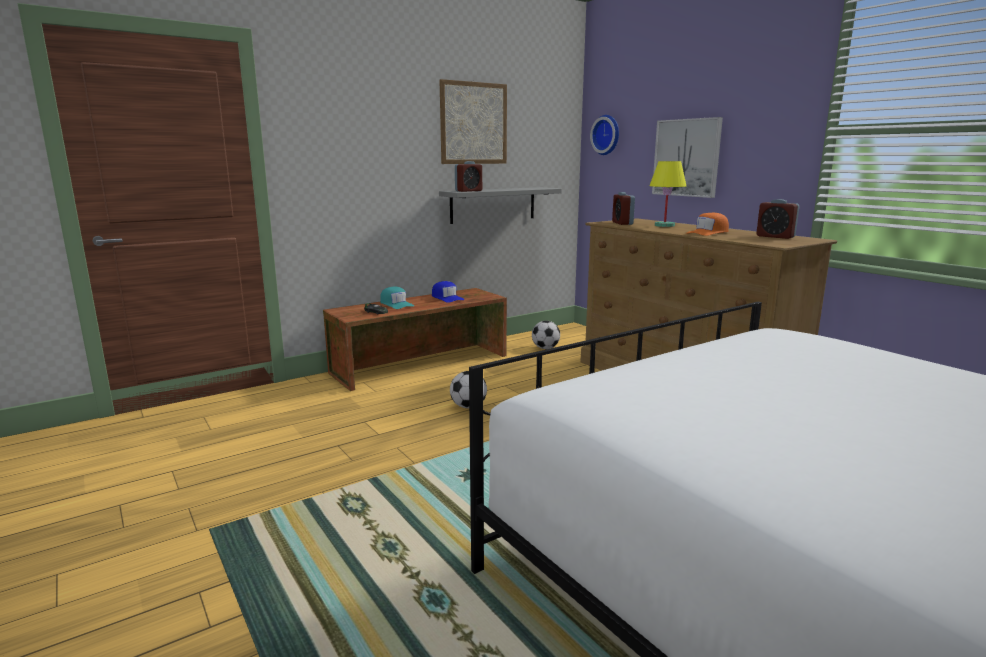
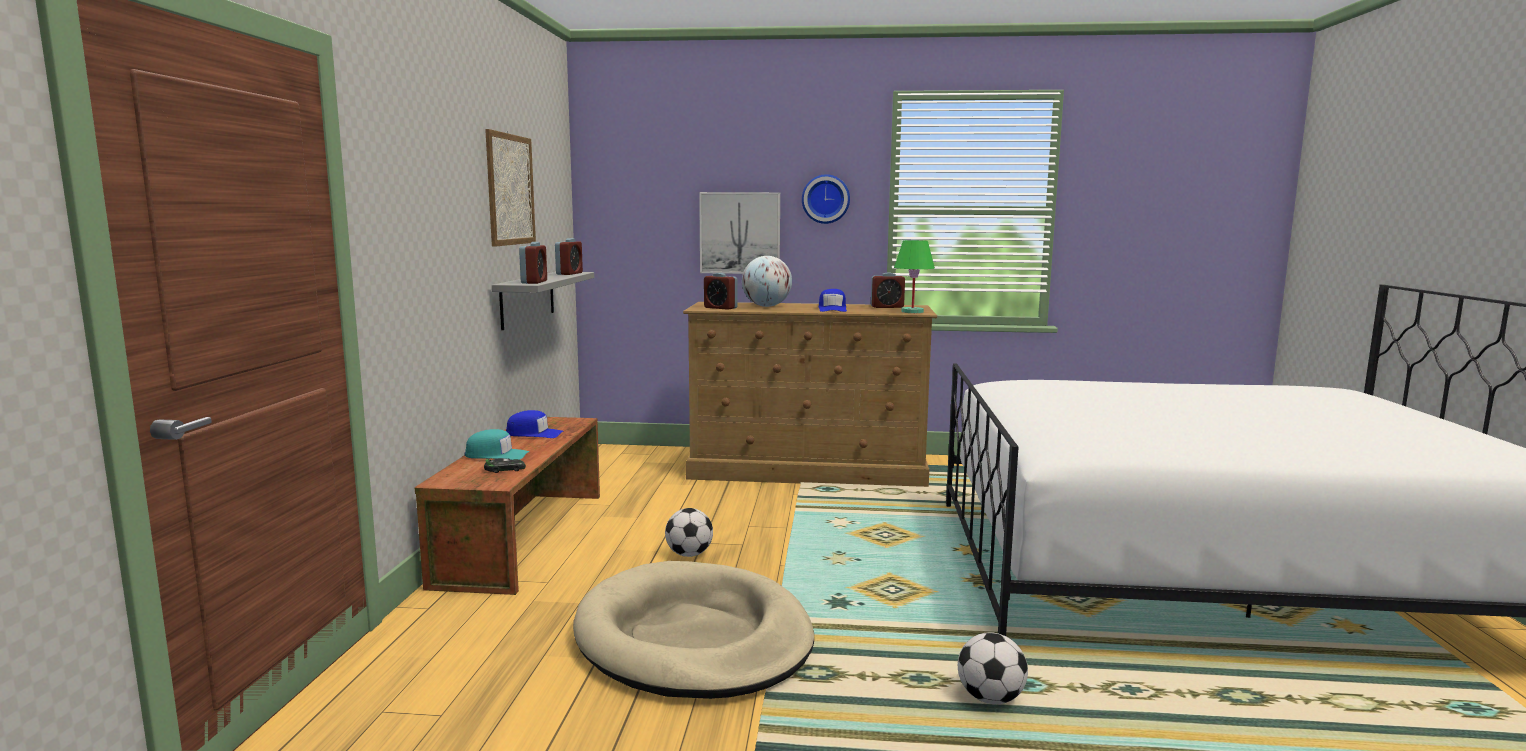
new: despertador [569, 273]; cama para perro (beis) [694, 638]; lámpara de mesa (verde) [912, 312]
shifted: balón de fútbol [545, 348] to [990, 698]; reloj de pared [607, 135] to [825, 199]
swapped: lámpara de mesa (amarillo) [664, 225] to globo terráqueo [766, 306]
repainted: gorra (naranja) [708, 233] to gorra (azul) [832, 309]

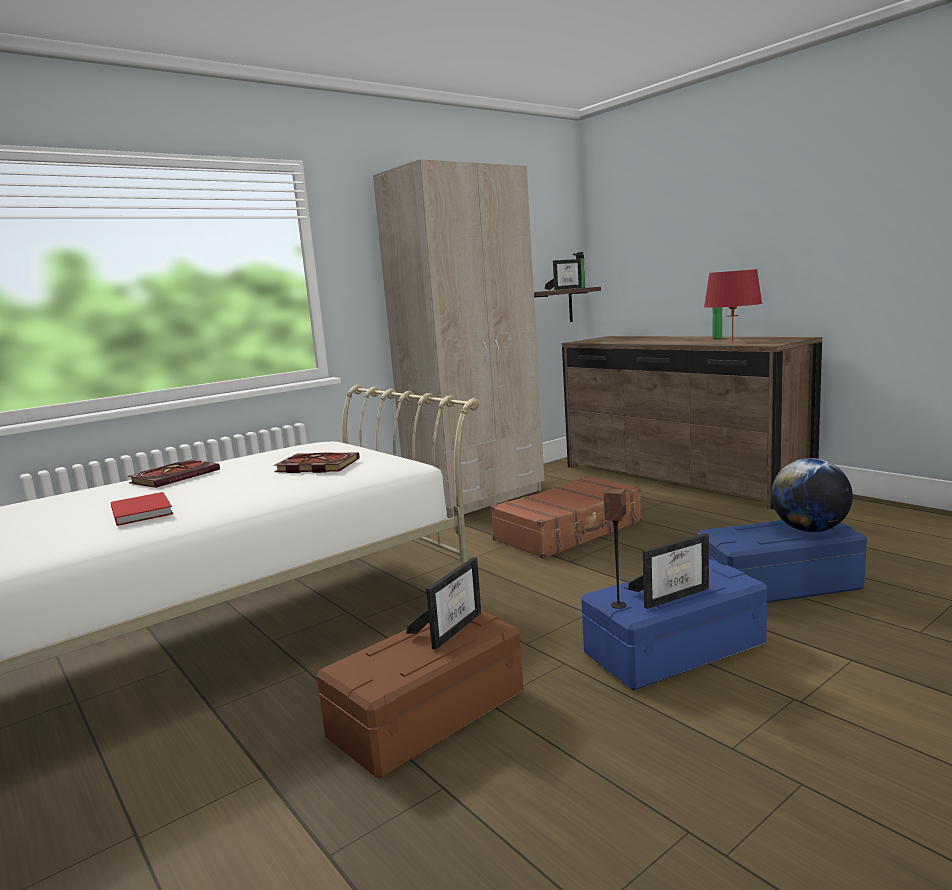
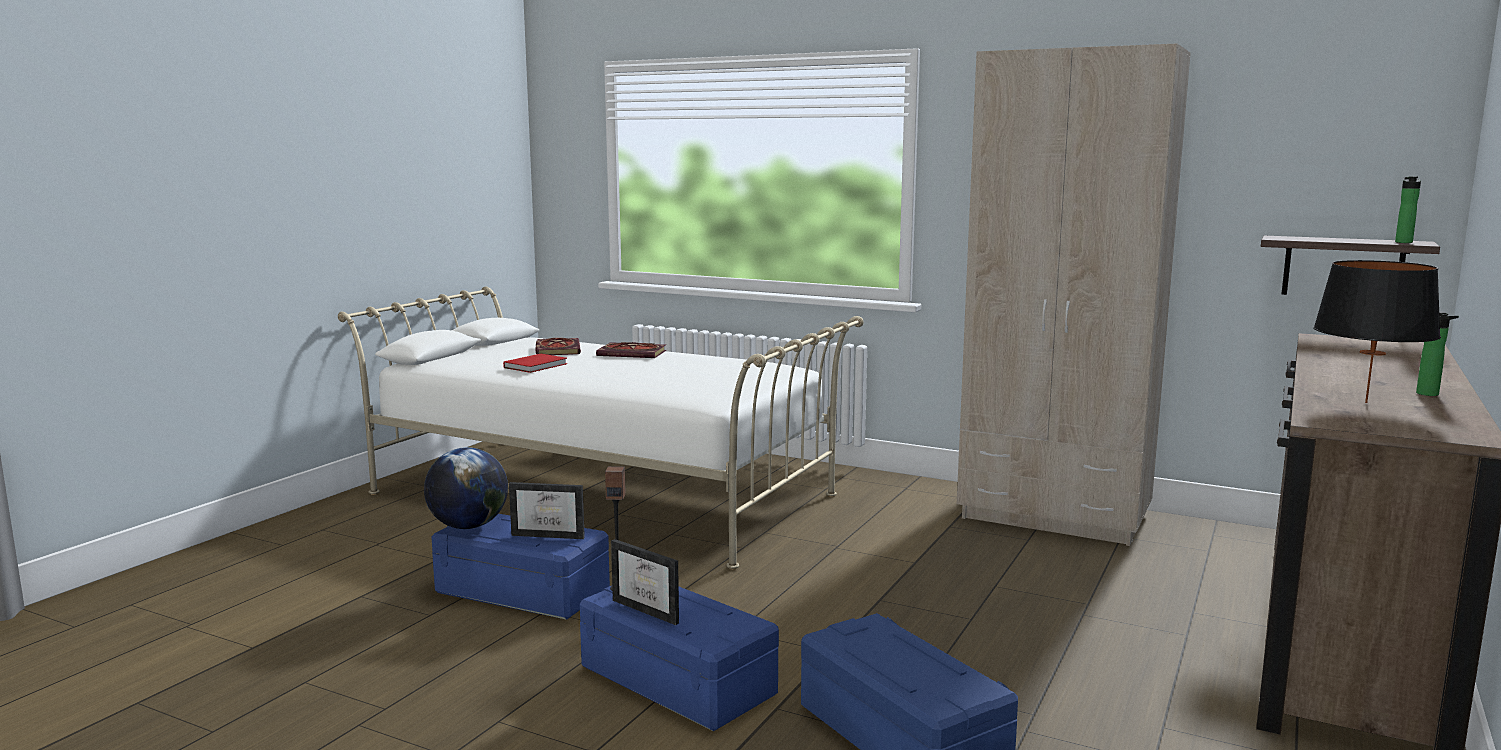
gone: maleta (marrón) [569, 531]; portarretratos [565, 289]
shifted: libro [315, 466] to [557, 350]; globo terráqueo [810, 530] to [468, 526]
repainted: caja de almacenaje (marrón) [428, 713] to caja de almacenaje (azul) [524, 591]; lámpara de mesa (rojo) [732, 341] to lámpara de mesa (negro) [1365, 402]

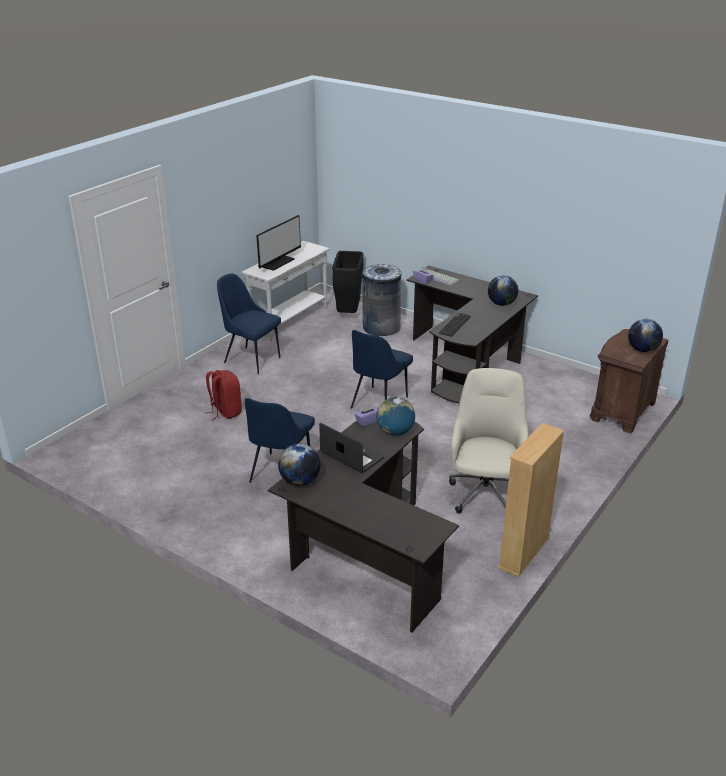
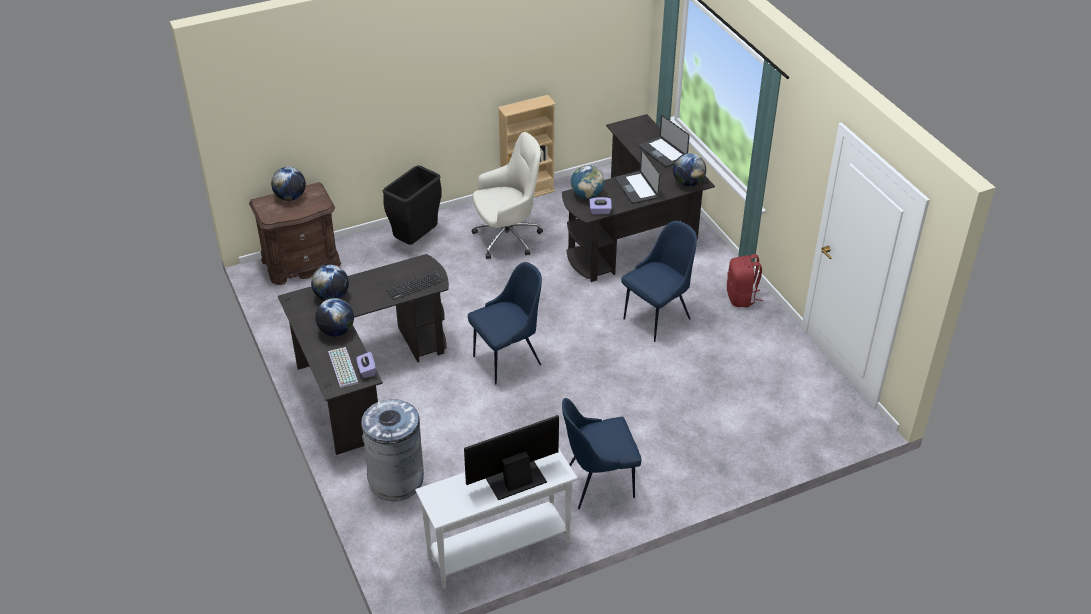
new: globo terráqueo [336, 331]; portátil [663, 153]
shifted: mochila (rojo) [225, 412] to [741, 298]; papelera (negro) [349, 313] to [415, 239]
rotated: silla (azul) [251, 360] = [598, 485] 105 degrees clockwise; silla de oficina (beis) [485, 494] = [507, 239] 150 degrees counterclockwise

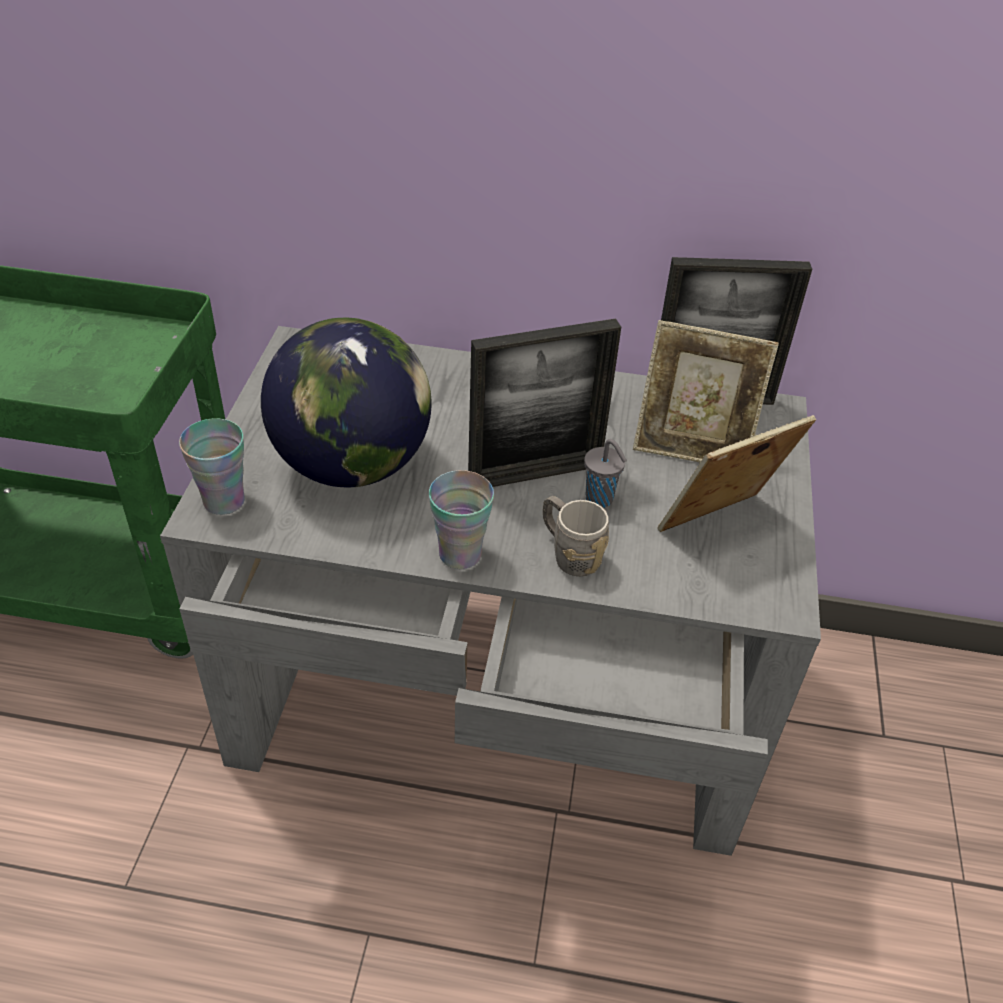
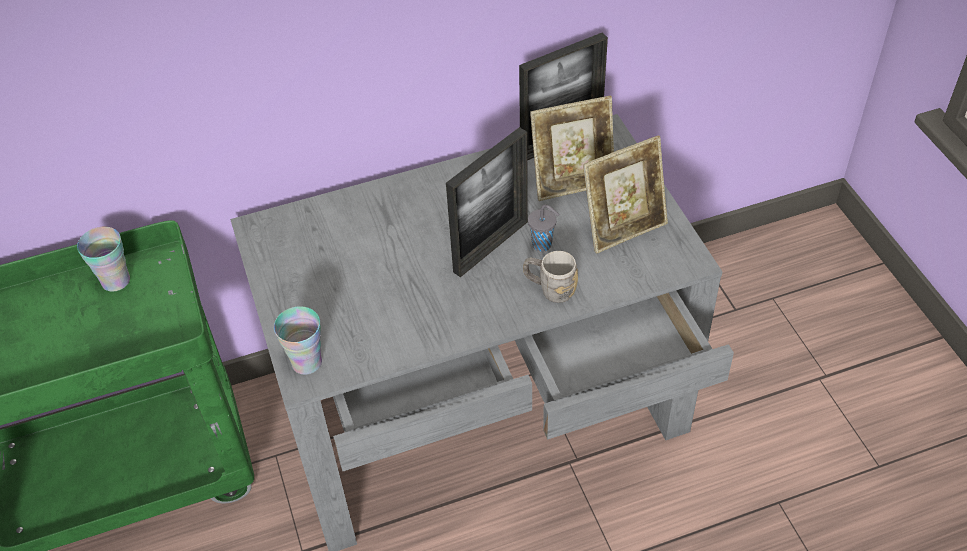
gone: globo terráqueo [351, 465]
shifted: taza [460, 554] to [116, 281]
rotated: portarretratos [719, 526] = [624, 228] 150 degrees counterclockwise

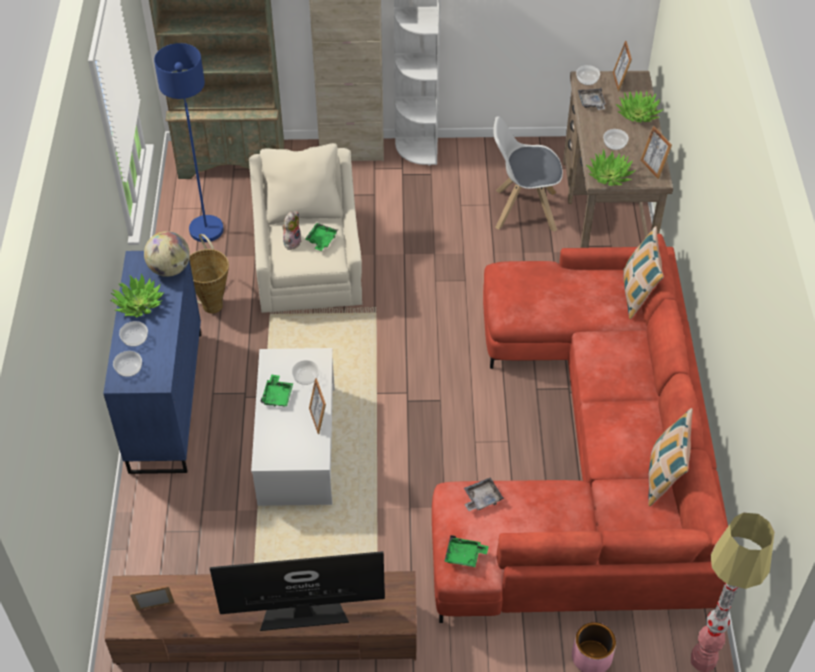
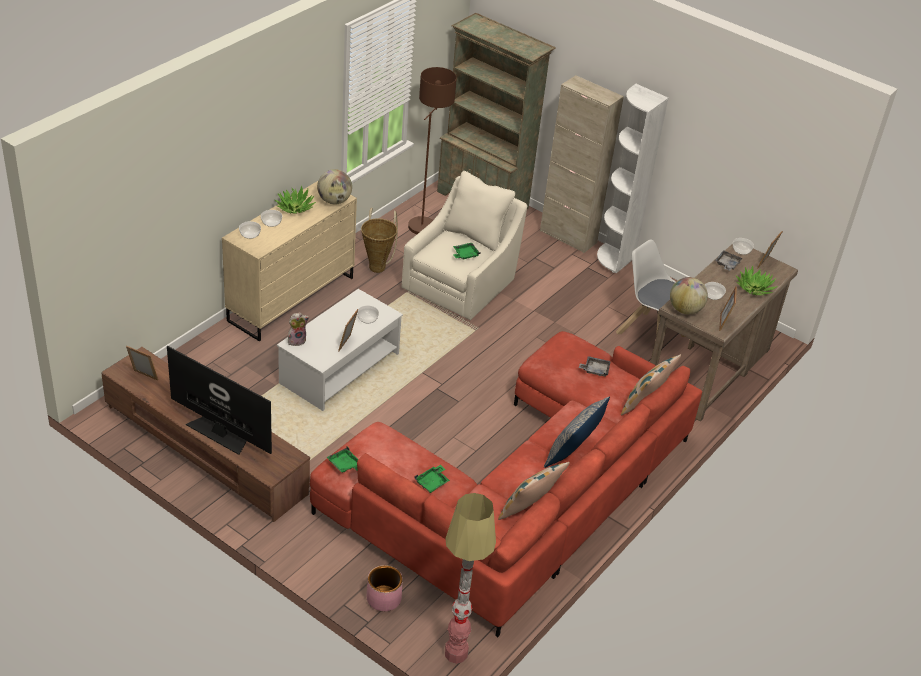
new: cojín [572, 454]
shifted: bandeja (verde) [277, 395] to [432, 482]; peluche [292, 241] to [297, 340]; bandeja (gris) [482, 498] to [595, 370]
swapped: planta en maceta [609, 176] to globo terráqueo [685, 310]
repainted: cómoda (azul) [165, 401] to cómoda (beis) [290, 298]; lámpara de pie (azul) [204, 222] to lámpara de pie (marrón) [425, 223]

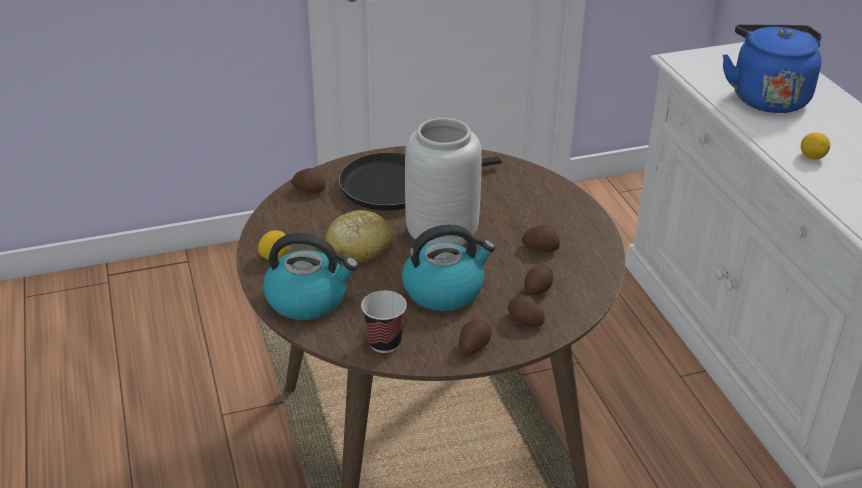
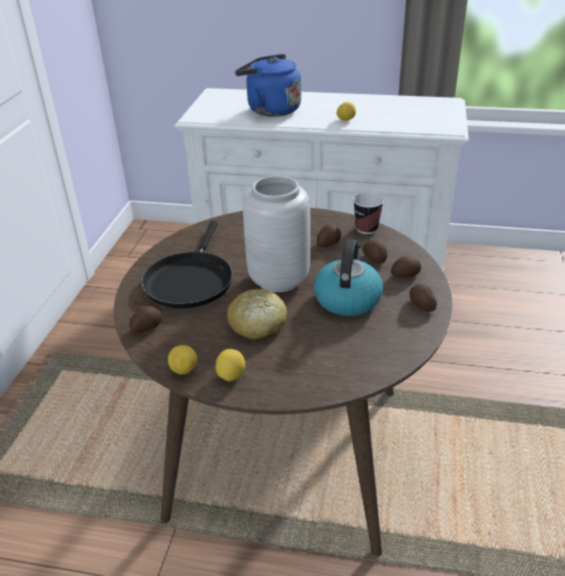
gone: hervidor [308, 299]
new: limón [184, 370]
shifted: taza [384, 343] to [366, 229]

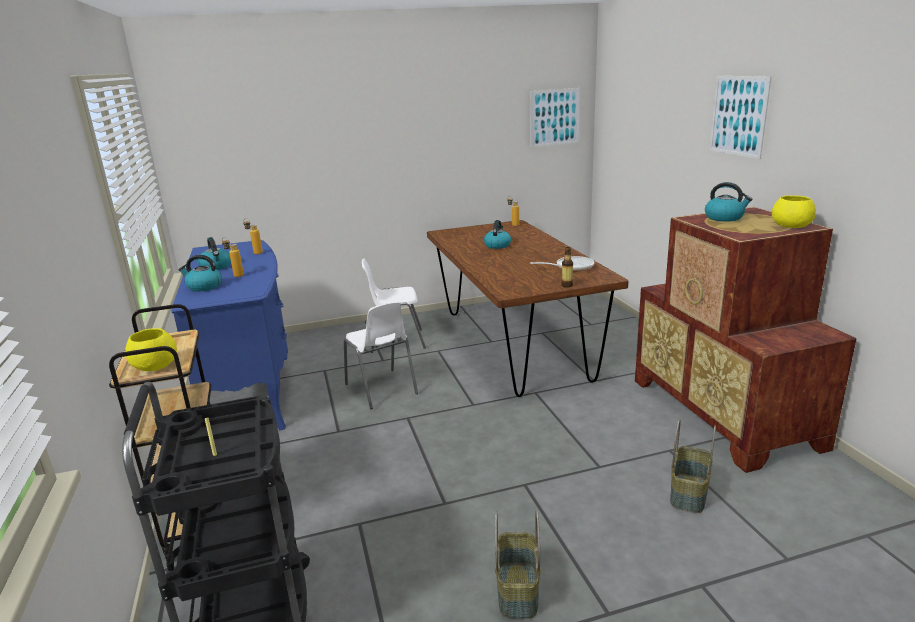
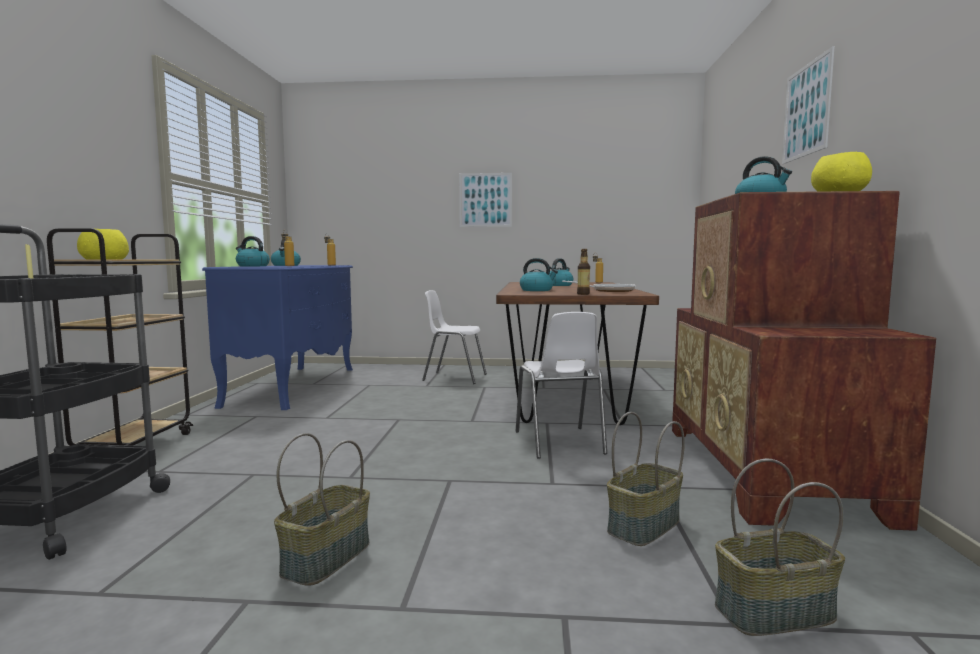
new: hervidor [537, 290]; cesta [775, 613]
shifted: silla (blanco) [381, 389] to [559, 443]; cuadro [554, 117] to [485, 200]

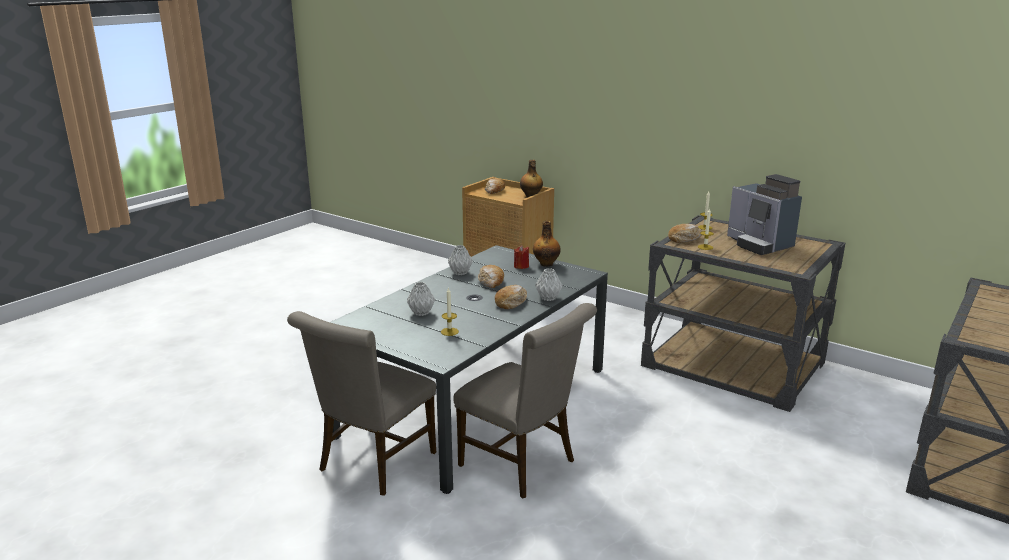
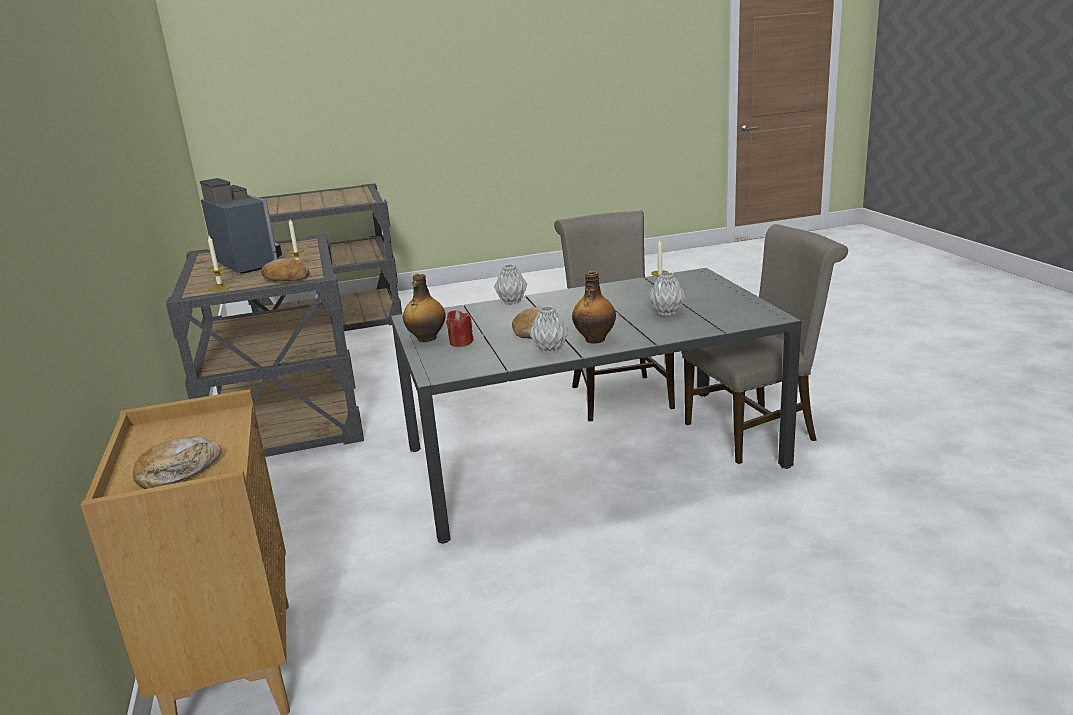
gone: pan [511, 302]
shifted: botella [531, 196] to [595, 339]
rotated: cafetera [759, 244] = [250, 263] 45 degrees counterclockwise

